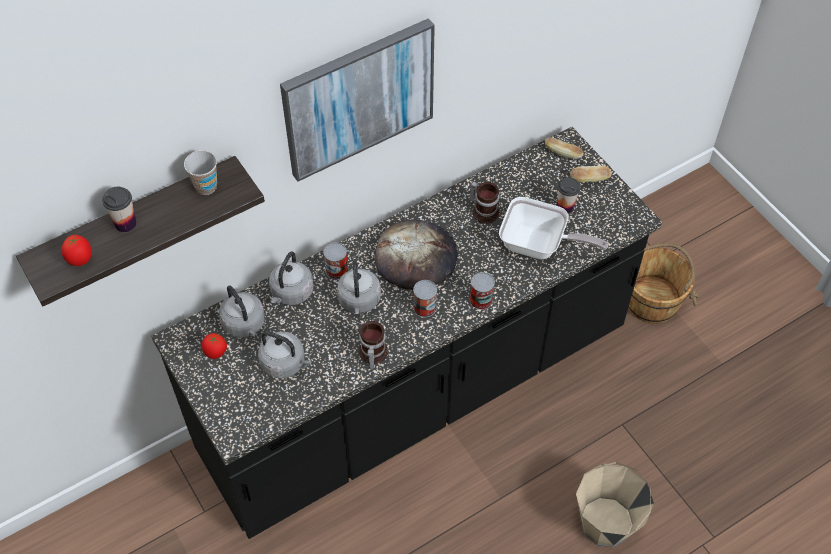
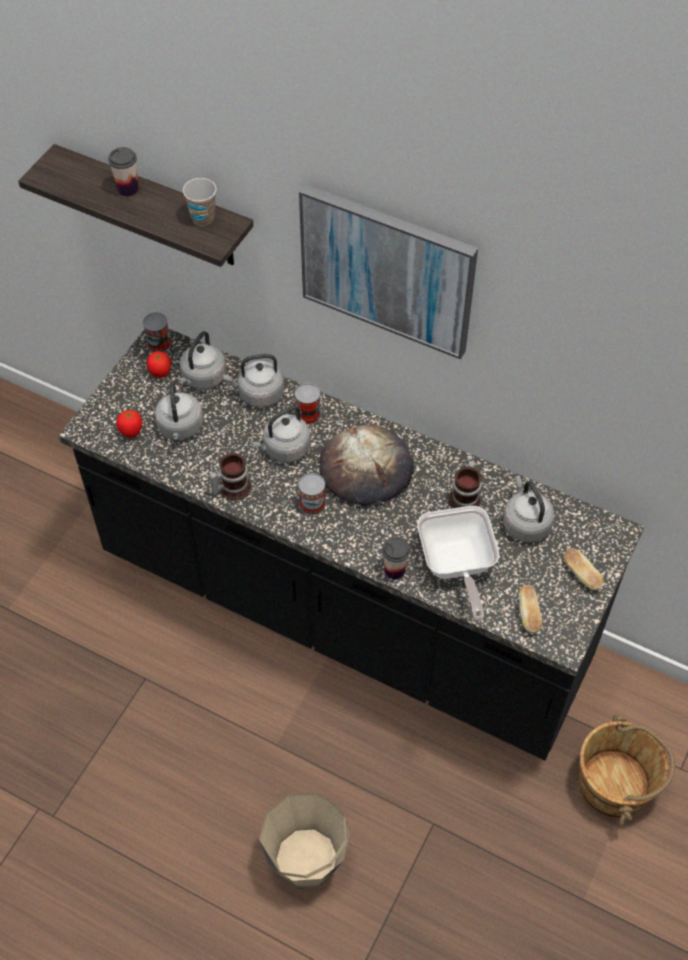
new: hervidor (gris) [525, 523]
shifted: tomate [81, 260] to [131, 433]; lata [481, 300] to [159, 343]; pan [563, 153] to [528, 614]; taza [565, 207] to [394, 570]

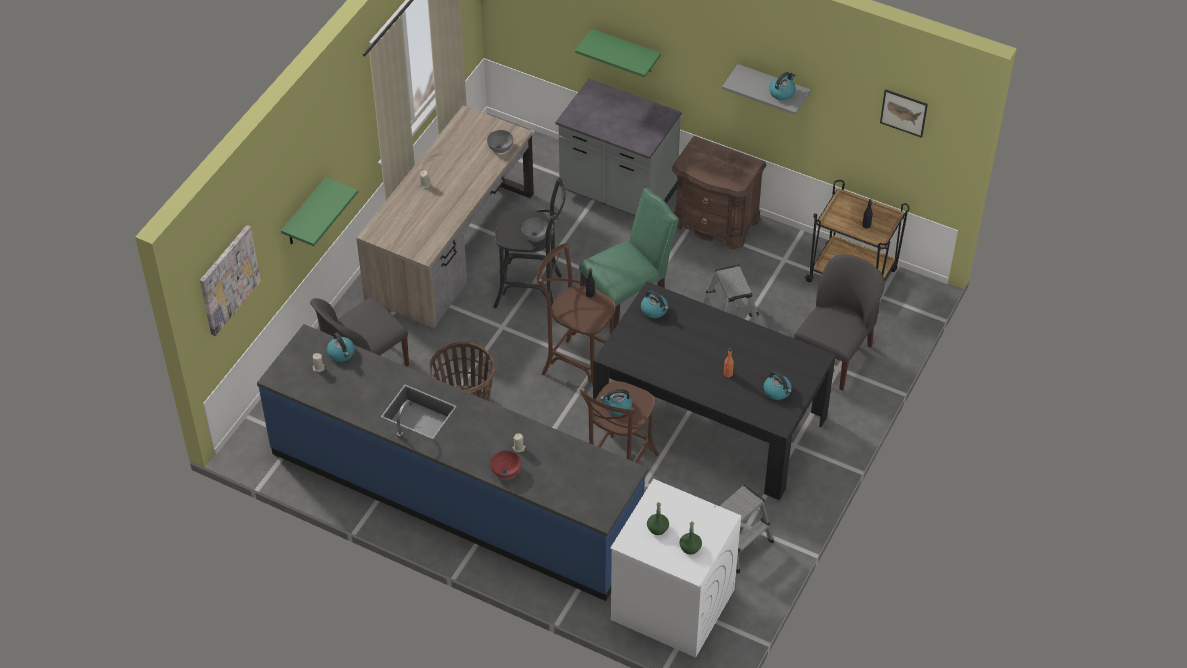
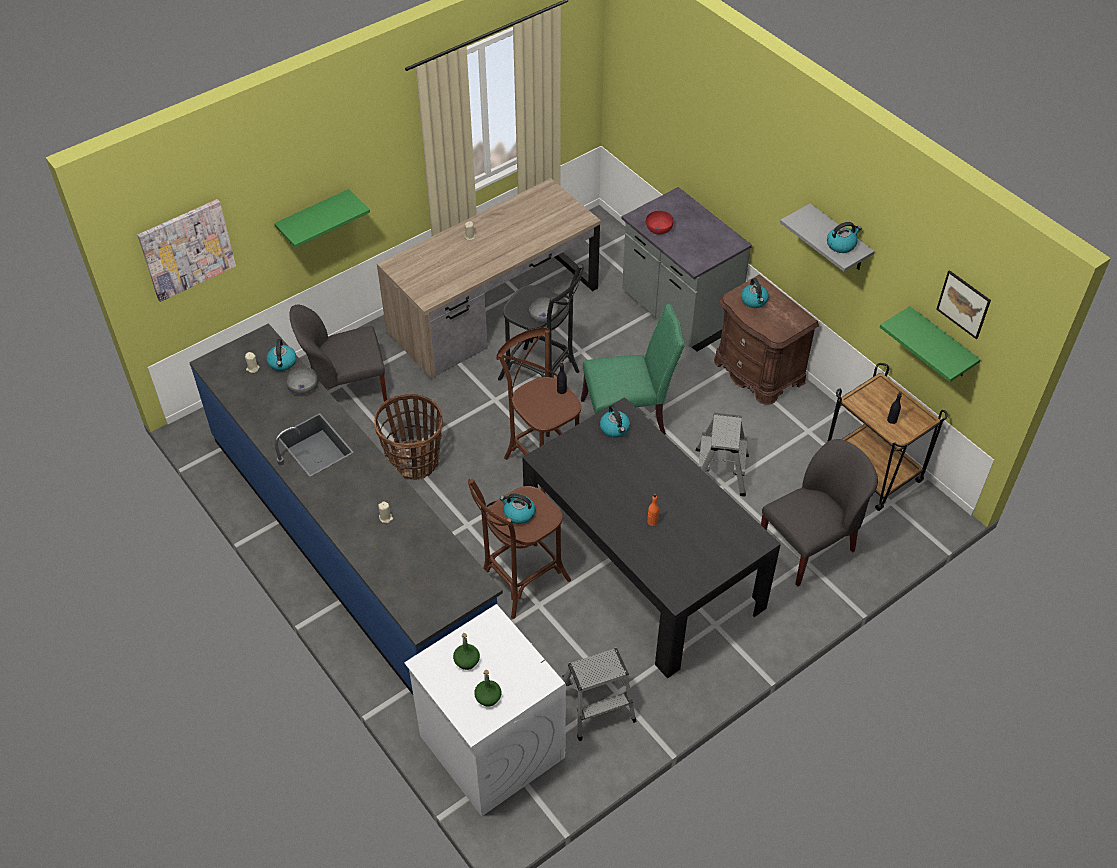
shifted: cuenco (gris) [500, 147] to [303, 387]; cuenco (rojo) [506, 470] to [659, 229]; estante (verde) [626, 51] to [940, 344]; hervidor [777, 391] to [754, 301]

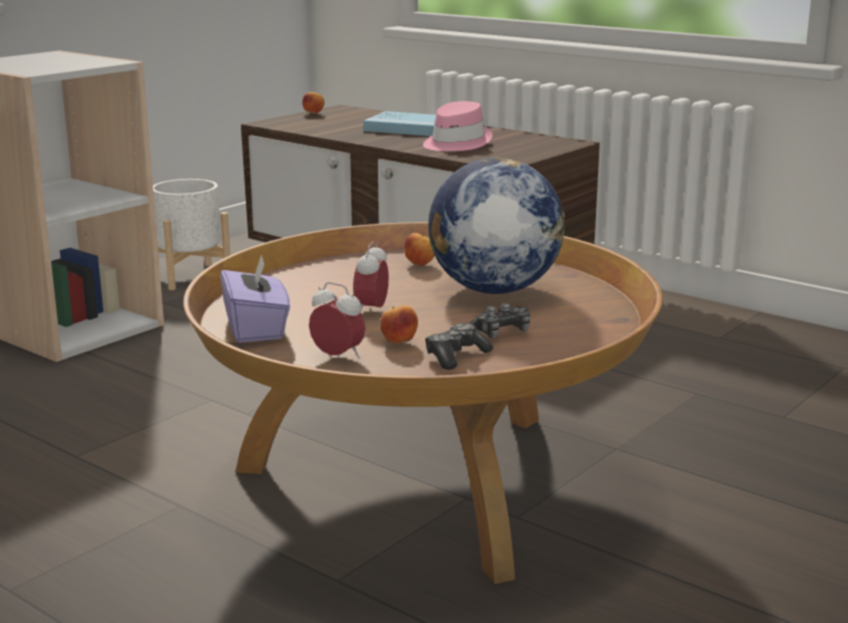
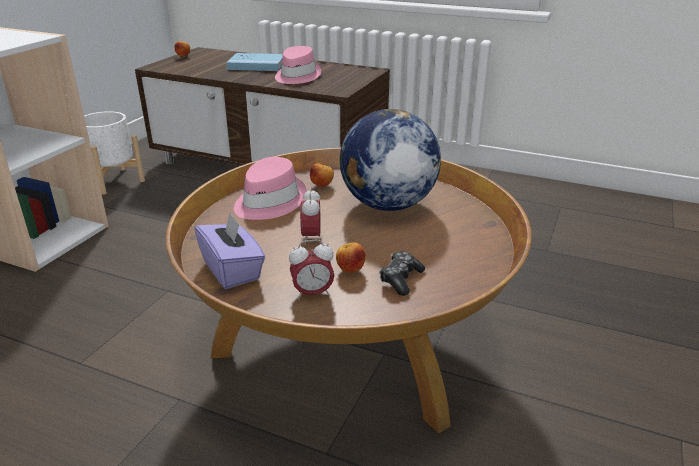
gone: mando de consola [500, 333]
new: sombrero (rosa) [268, 202]
rotated: despertador [338, 357] = [312, 293] 150 degrees clockwise

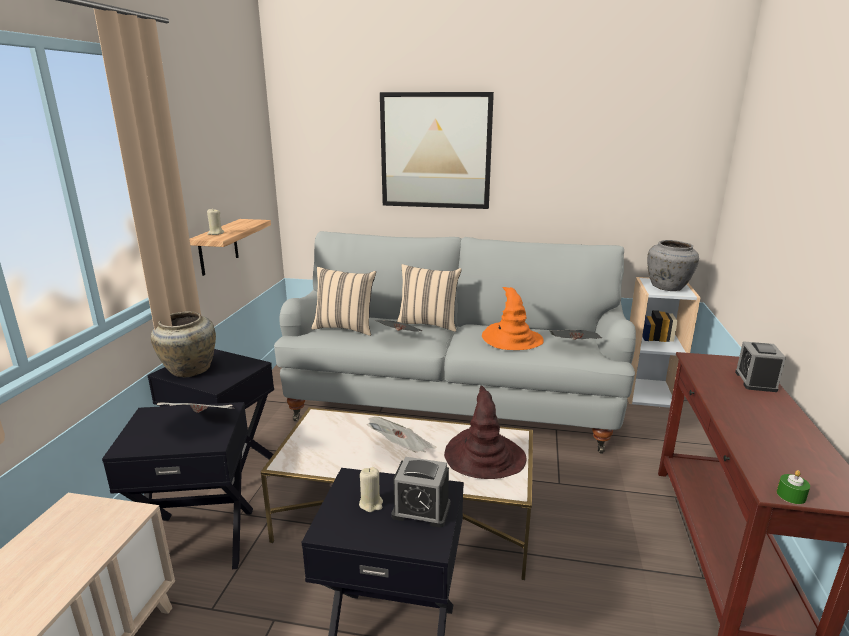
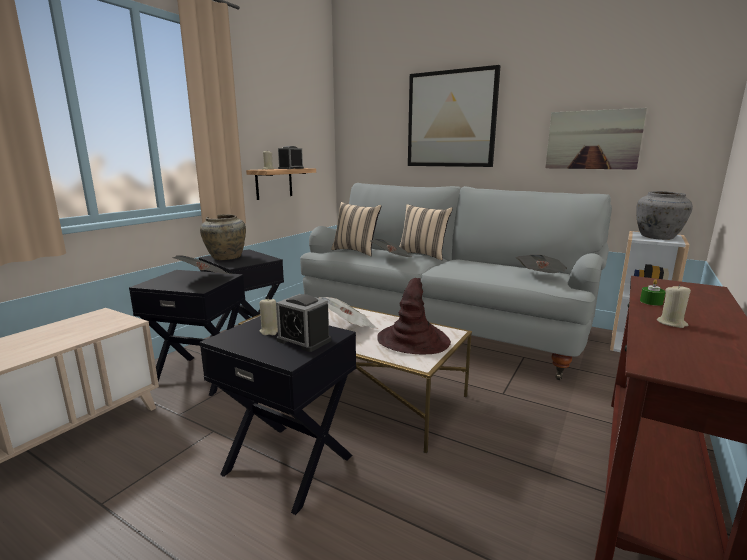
gone: sombrero (naranja) [512, 339]
new: cuadro [593, 140]; vela (beis) [672, 323]
shifted: despertador [755, 381] to [291, 168]; vela (verde) [791, 495] to [651, 302]

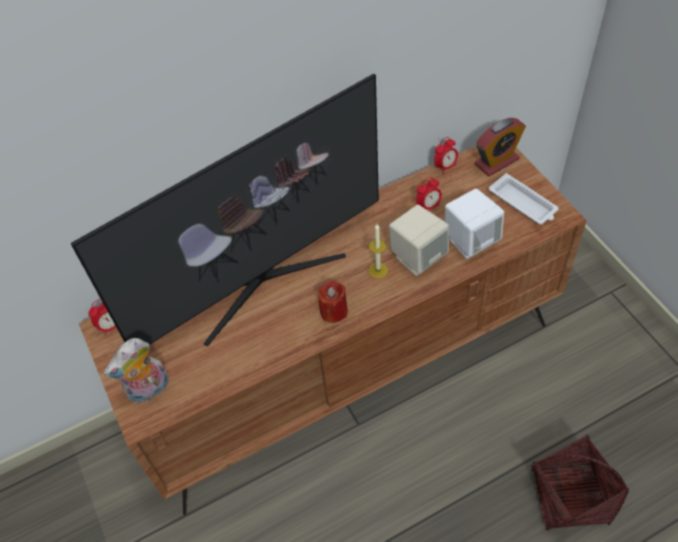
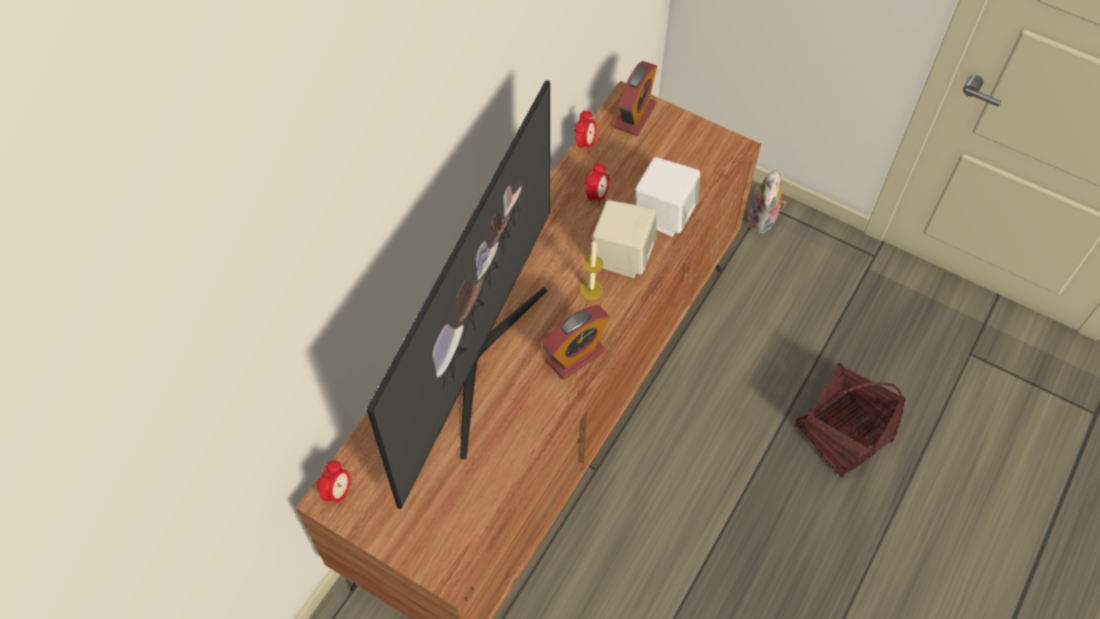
gone: bandeja (blanco) [523, 203]
shifted: peluche [149, 390] to [763, 221]
swapped: vela (rojo) [333, 311] to despertador [575, 355]

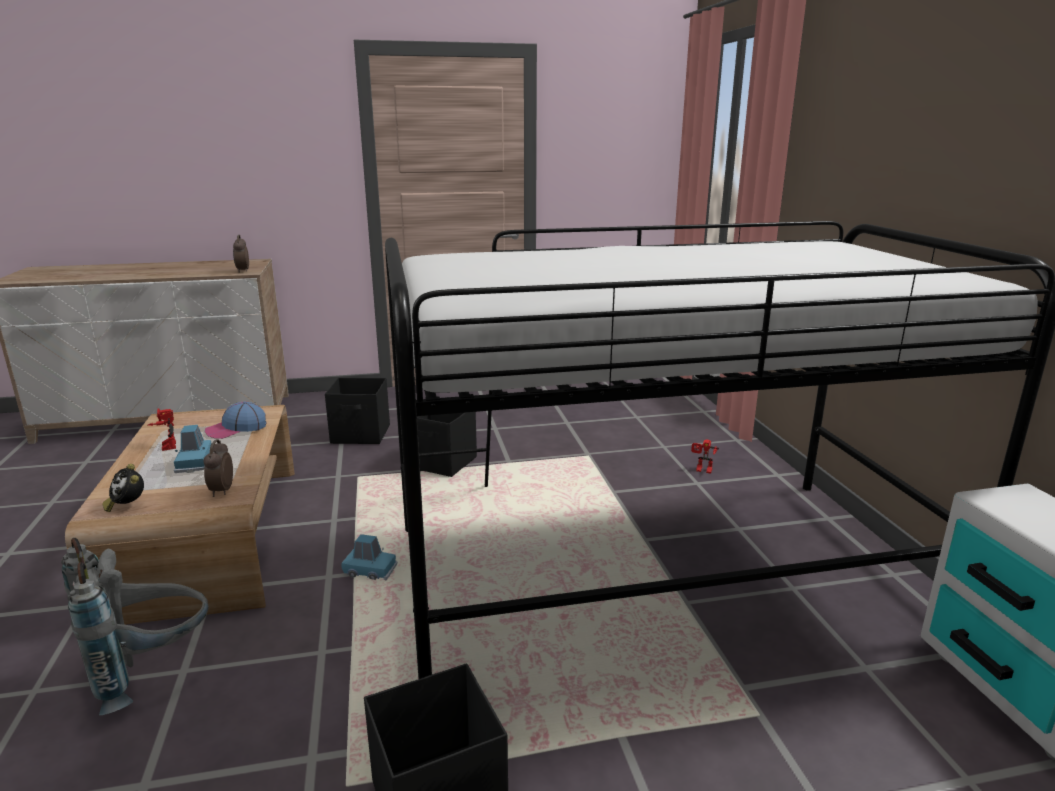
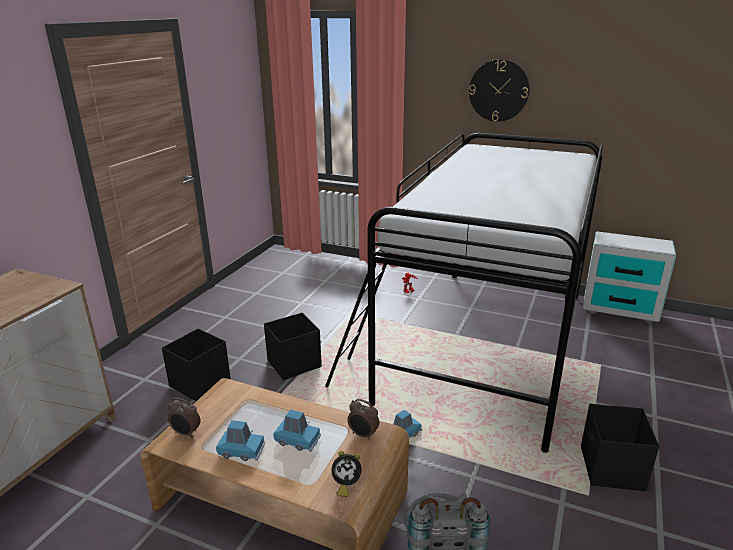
gone: gorra [236, 428]
new: reloj de pared [498, 90]
shifted: despertador [242, 271] to [186, 433]
swapped: robot de juguete [166, 446] to coche de juguete (azul) [241, 450]

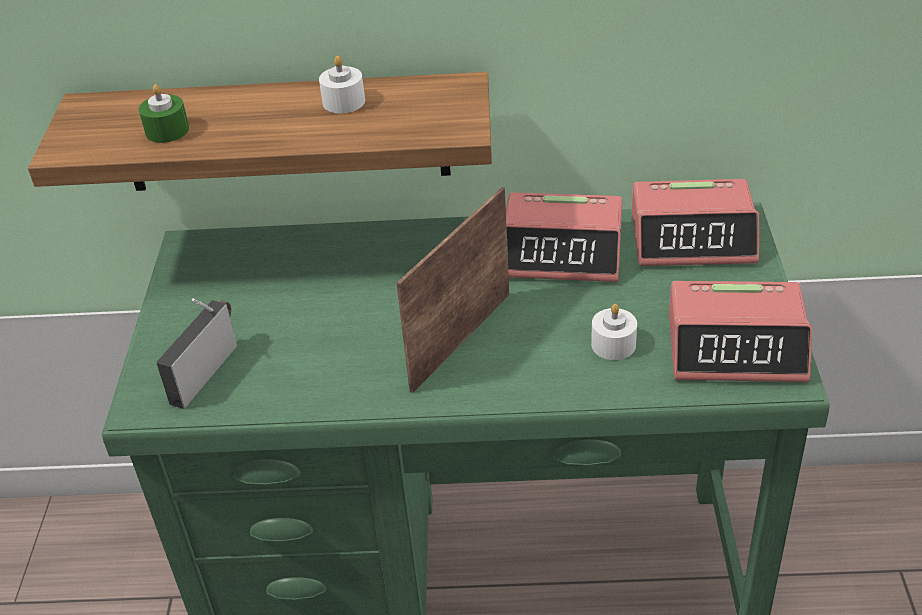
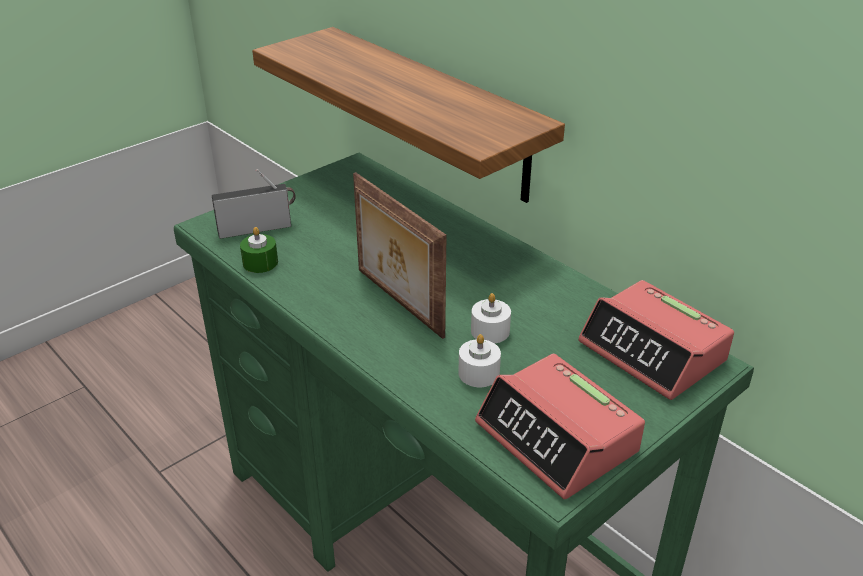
gone: despertador [562, 252]
shifted: vela (verde) [167, 130] to [260, 263]; vela (blanco) [344, 102] to [490, 331]
rotated: portarretratos [458, 340] = [397, 303] 120 degrees counterclockwise

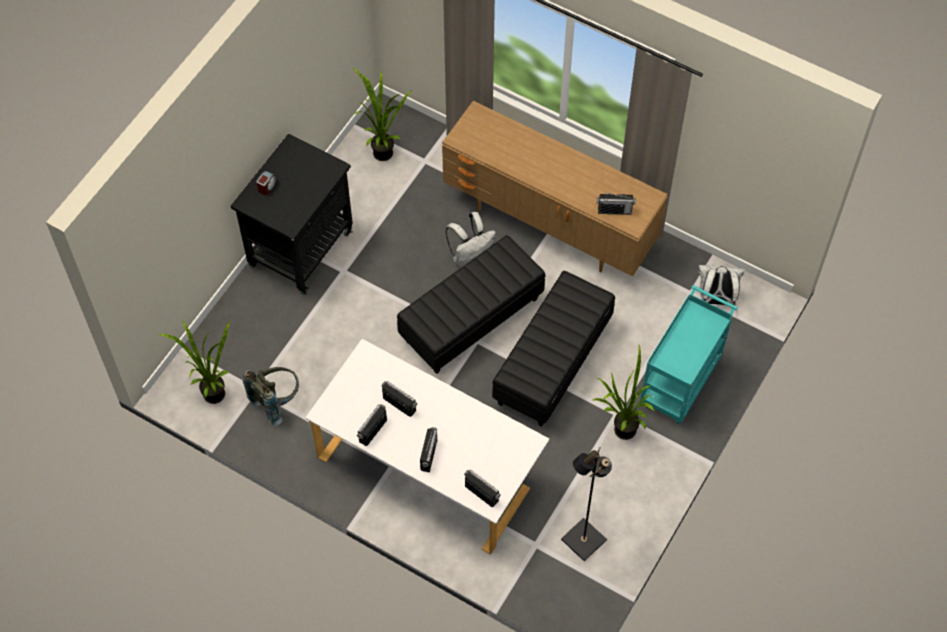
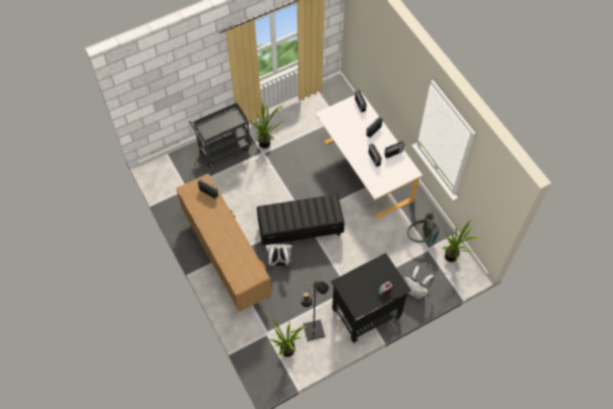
gone: puf (negro) [553, 364]
shifted: lámpara de pie (negro) [584, 539] to [313, 330]; mochila (blanco) [715, 300] to [415, 291]
repainted: carrito (turquesa) [681, 382] to carrito (gris) [223, 151]

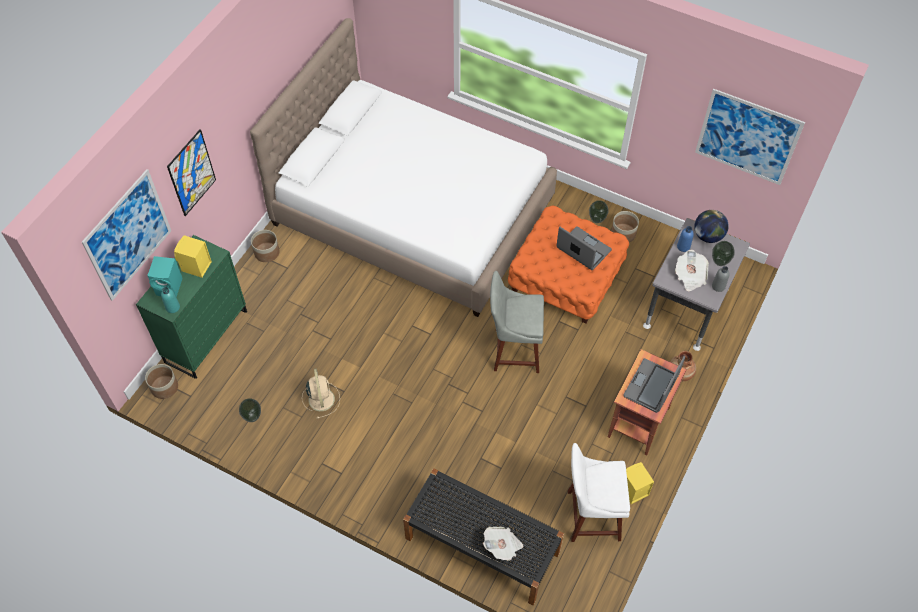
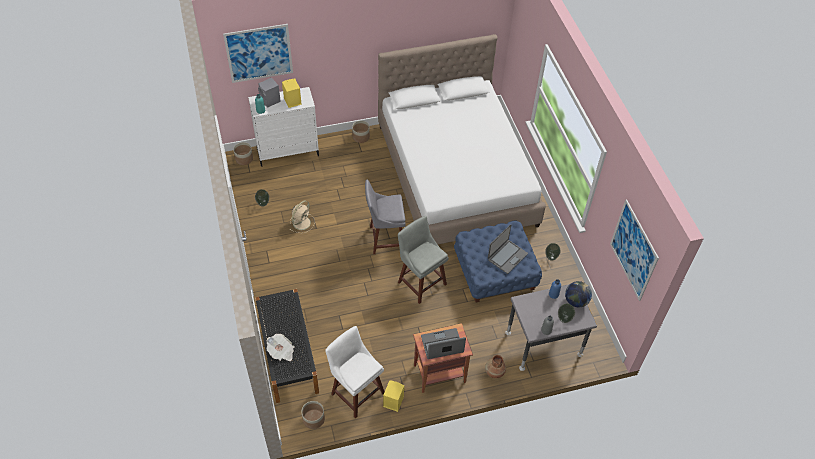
gone: cuadro [191, 173]; periódico [690, 276]
new: silla (gris) [384, 238]
shifted: maceta [623, 233] to [313, 419]
repainted: cómoda (verde) [205, 336] to cómoda (blanco) [288, 151]; altavoz (turquesa) [170, 287] to altavoz (gris) [270, 101]; puf (naranja) [566, 277] to puf (azul) [495, 271]
rotated: portátil [583, 250] = [507, 256] 45 degrees clockwise

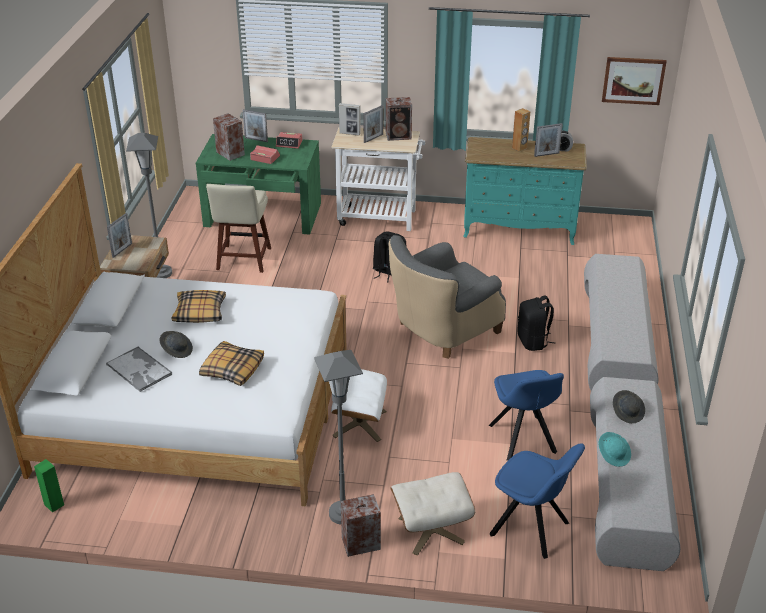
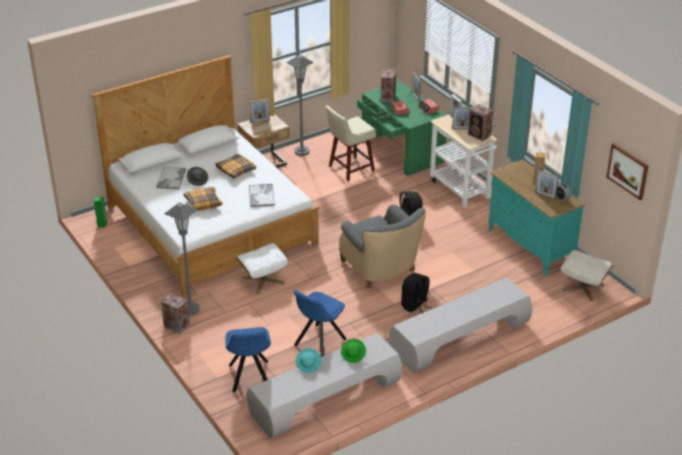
new: bandeja [261, 195]
shifted: puf (beis) [431, 529] to [583, 287]
repainted: sombrero (gris) [627, 413] to sombrero (verde) [353, 355]
rotated: sillón (gris) [444, 330] = [380, 268] 135 degrees counterclockwise

